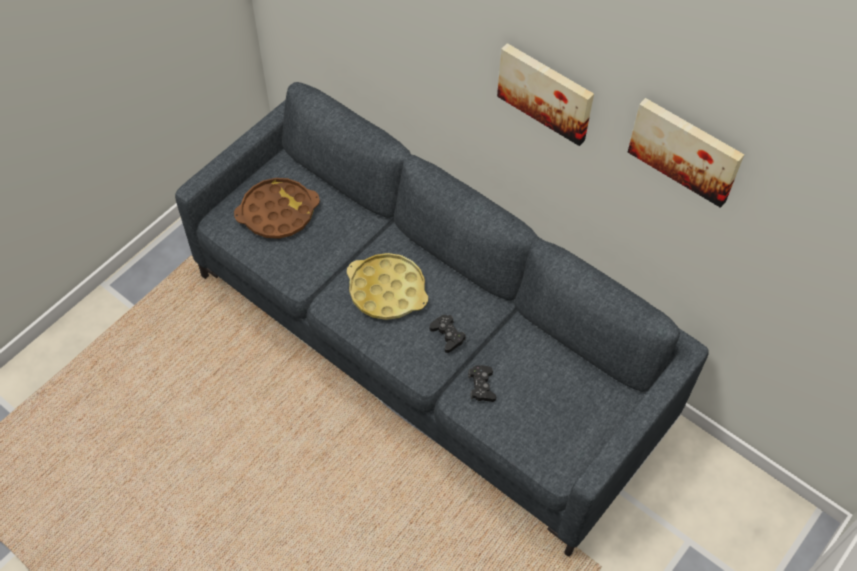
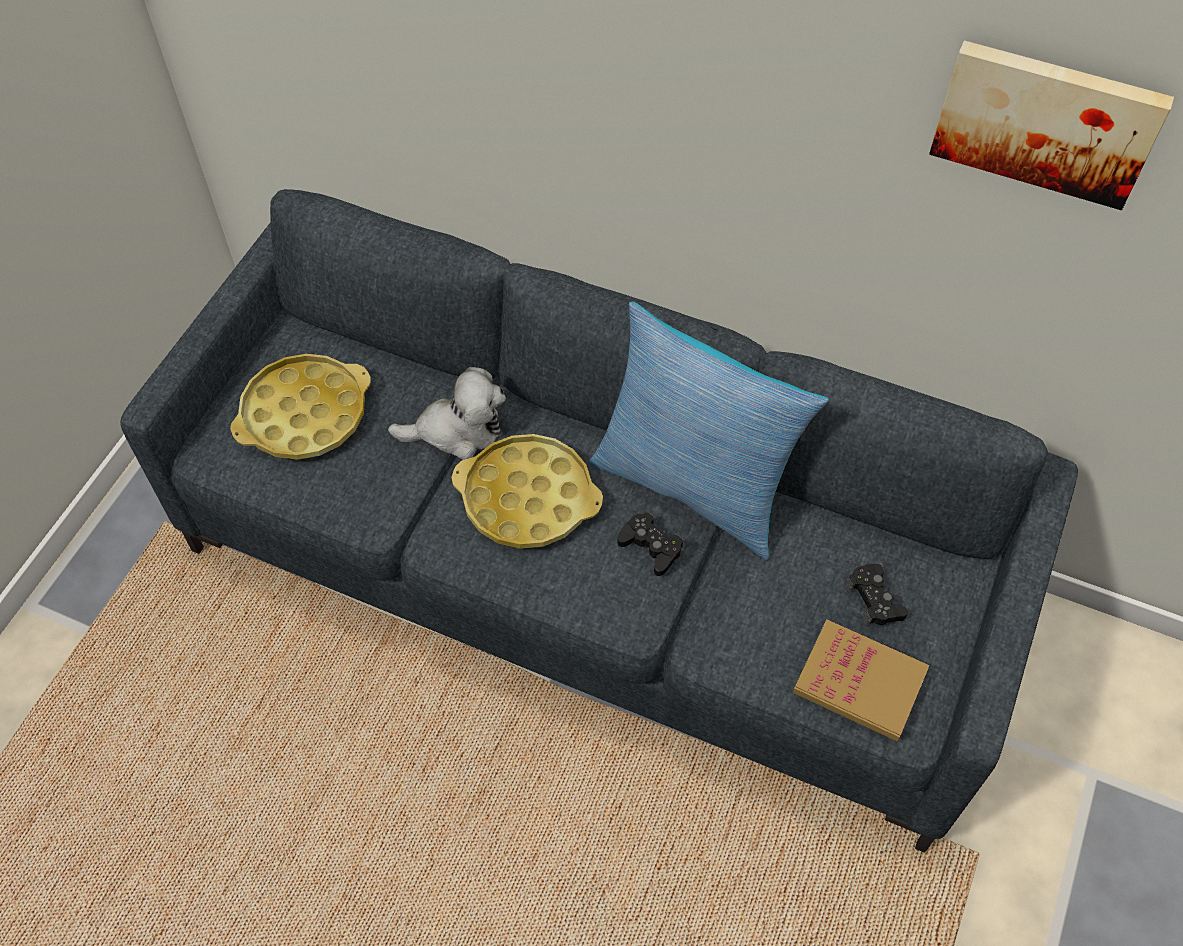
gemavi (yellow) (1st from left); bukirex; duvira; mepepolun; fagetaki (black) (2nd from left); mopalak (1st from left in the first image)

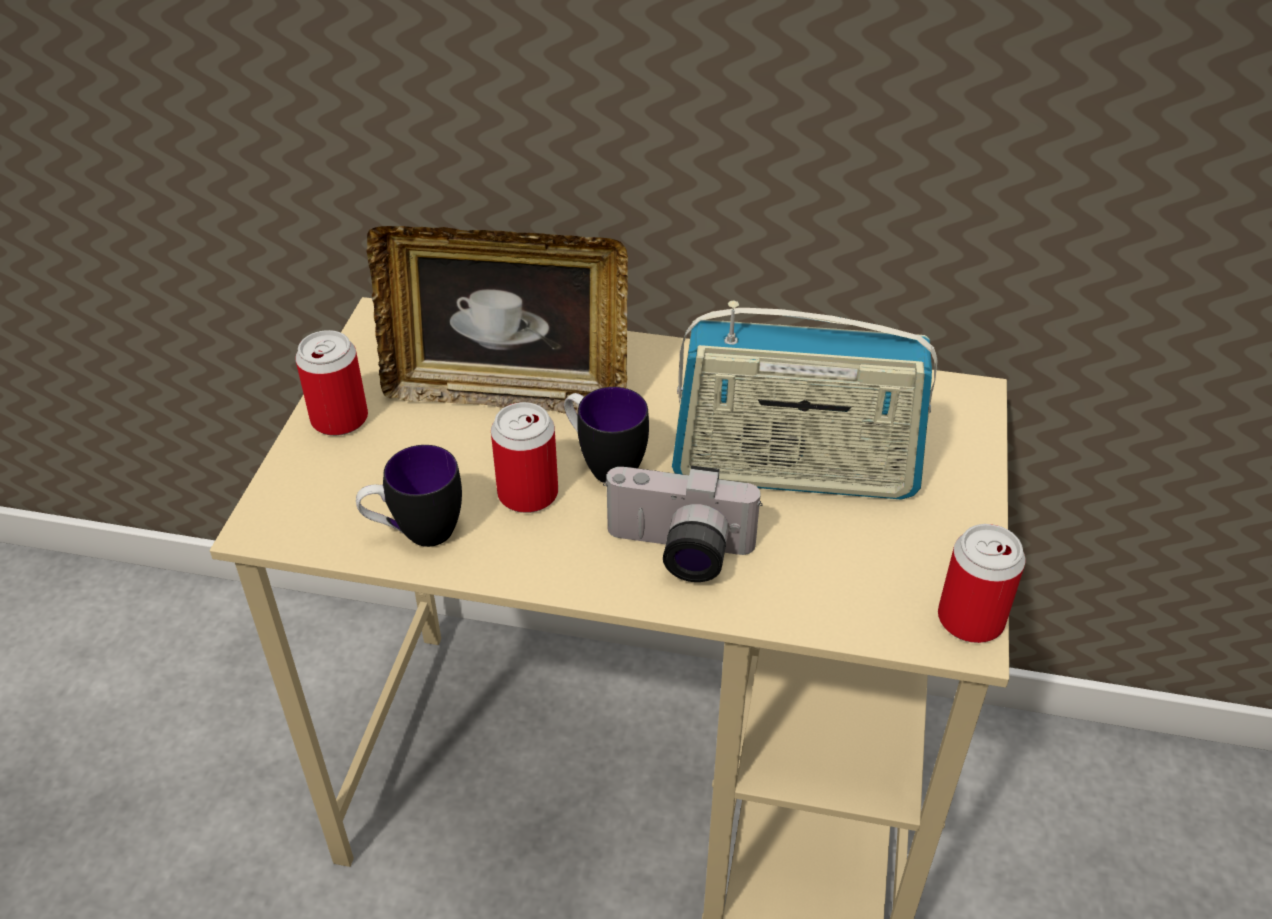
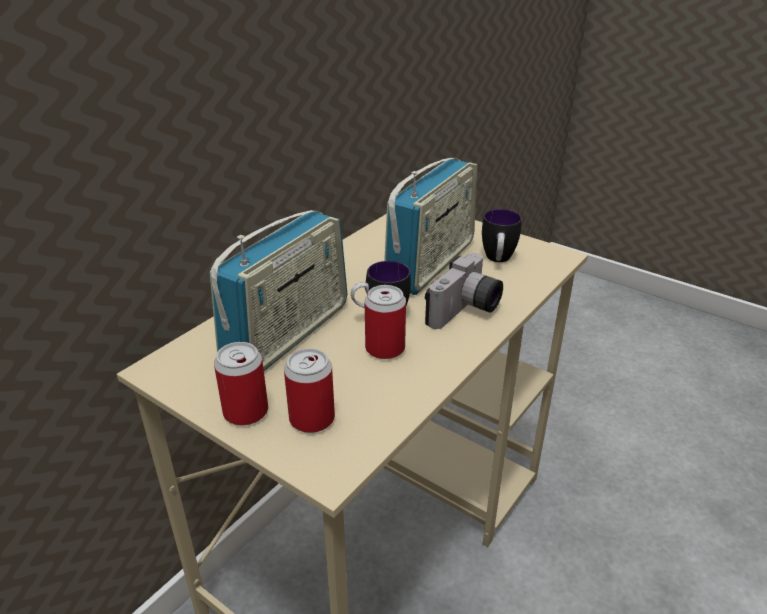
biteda (1st from left); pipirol (2nd from left); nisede (2nd from left)

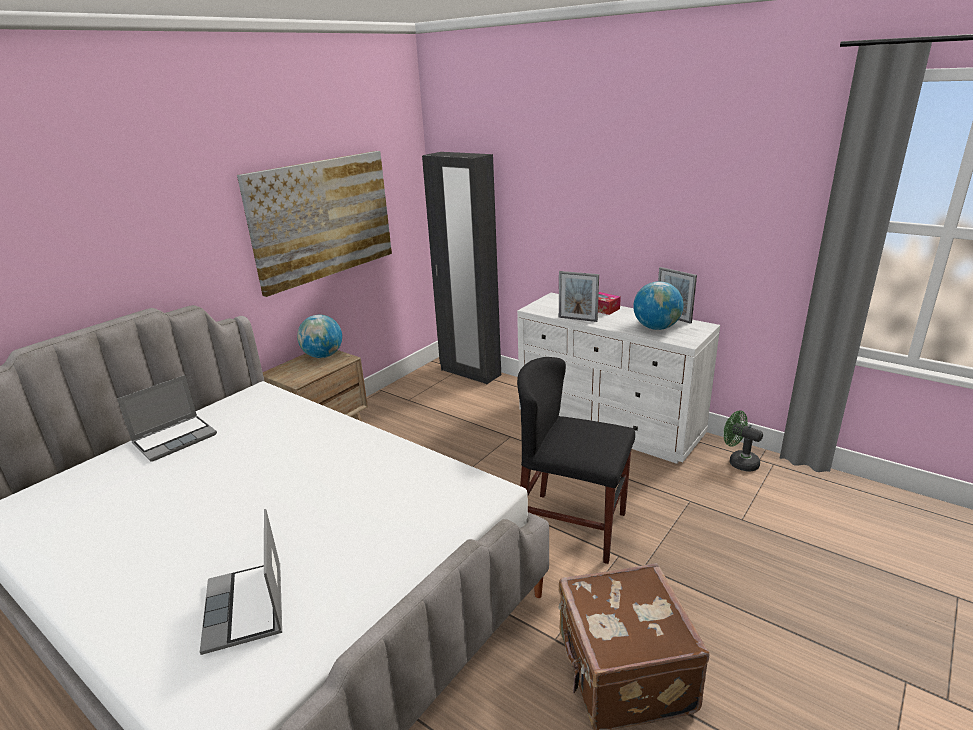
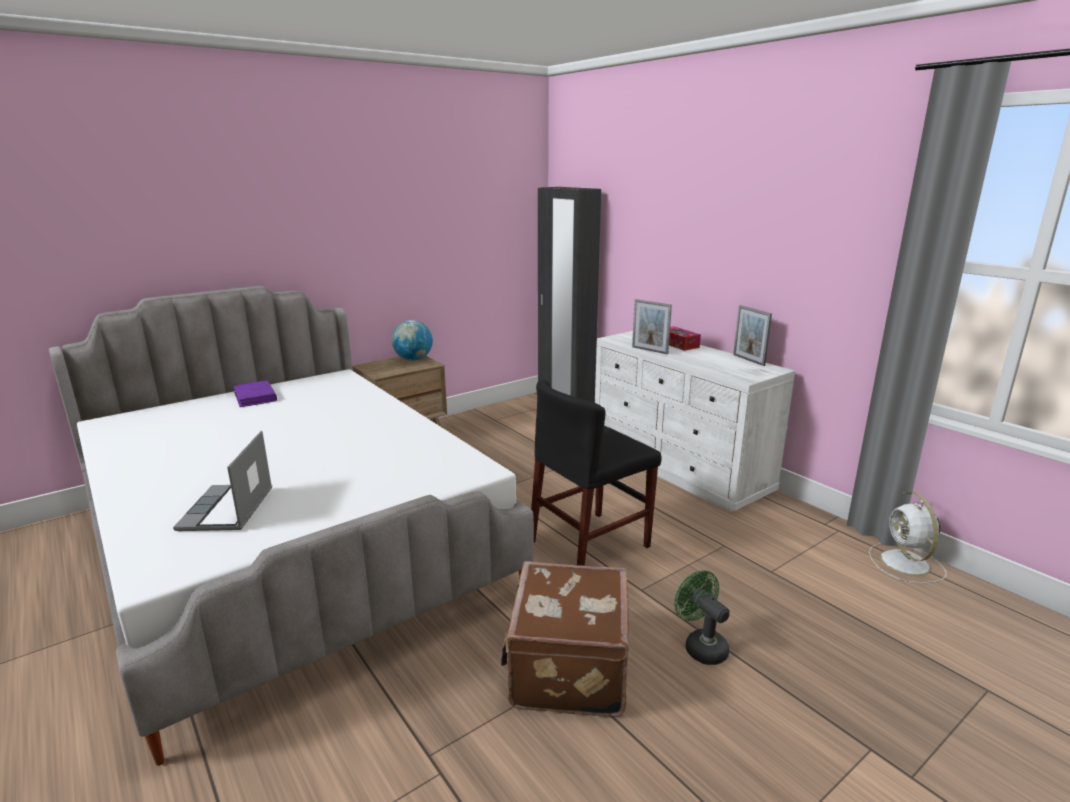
mepepolun (purple); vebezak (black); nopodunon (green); nopodunon (white); mopalak; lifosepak (2nd from left in the first image)

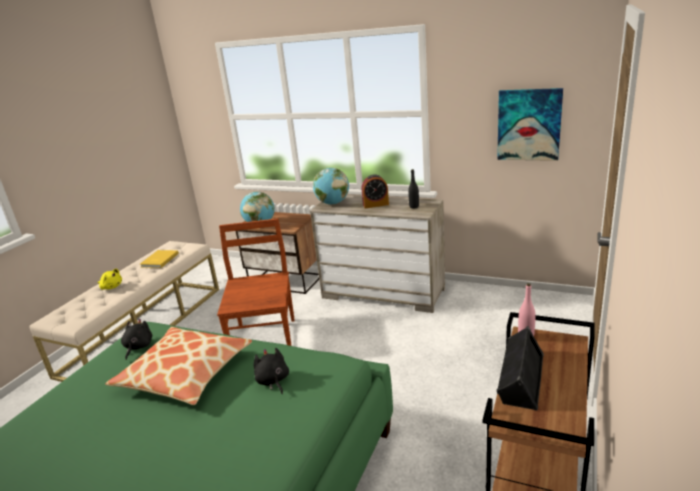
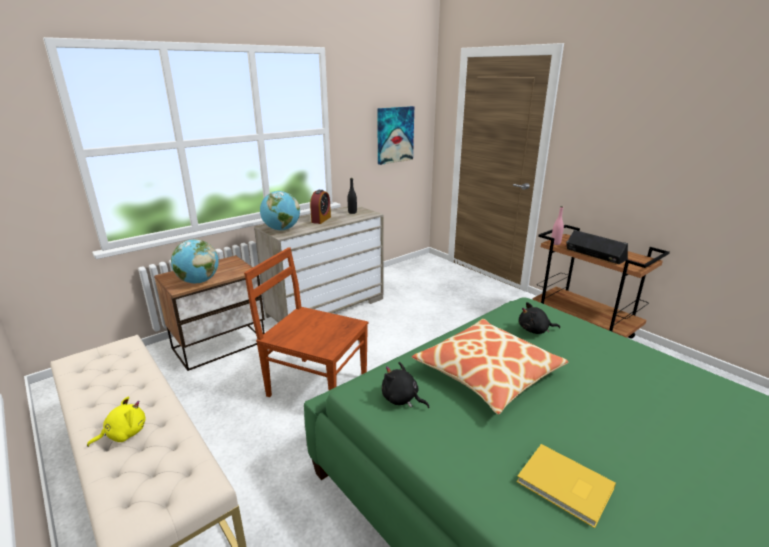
mepepolun (yellow)

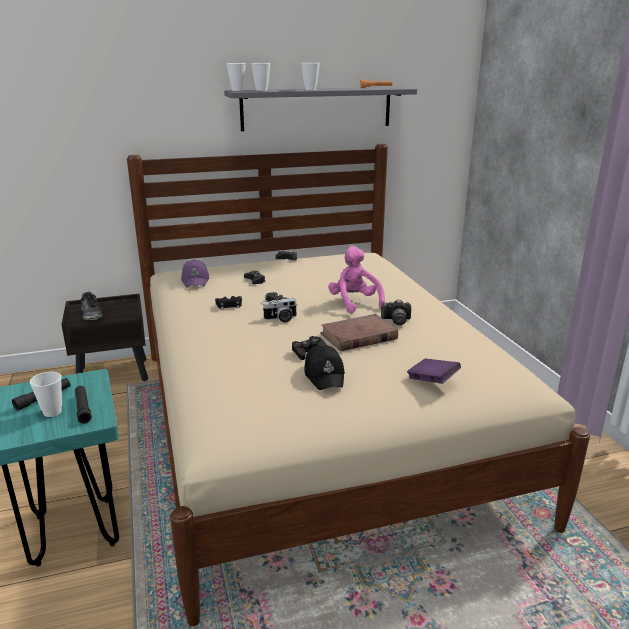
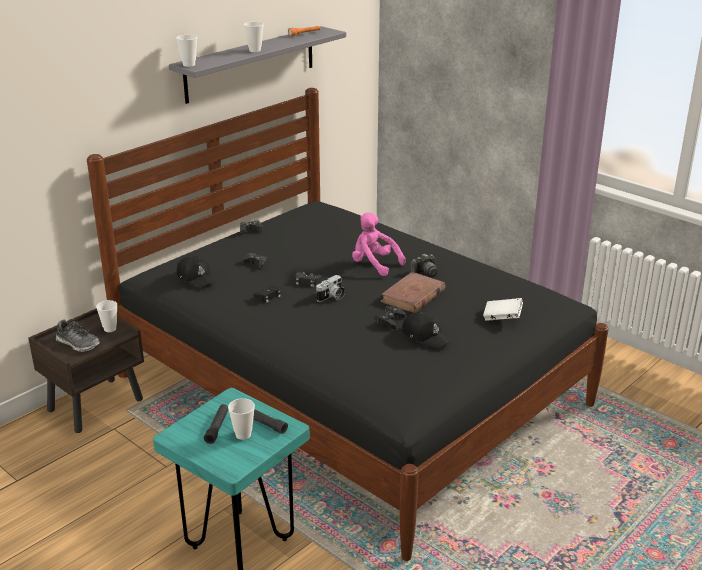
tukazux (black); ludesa (1st from left); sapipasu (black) (1st from left); mepepolun (white)

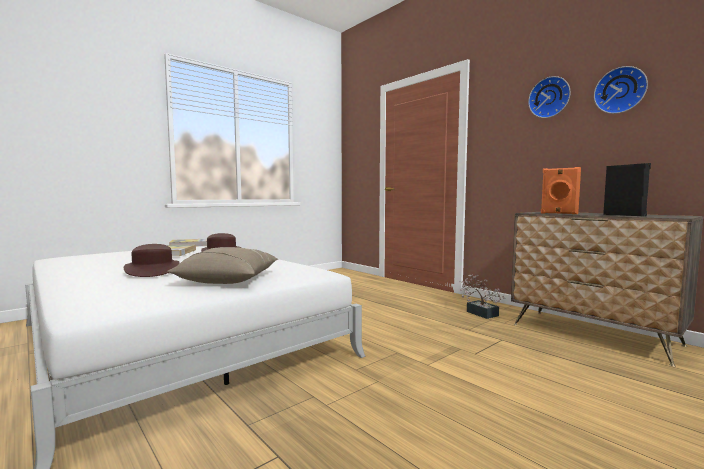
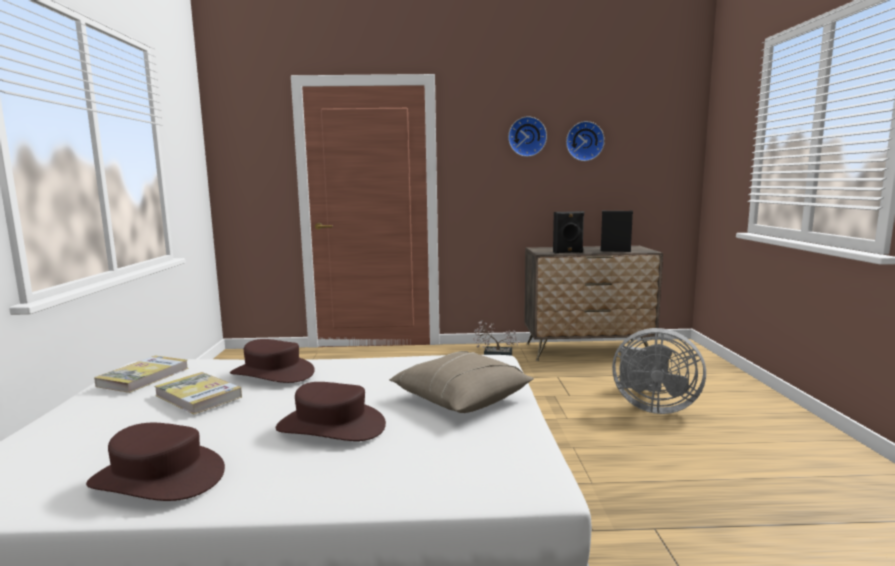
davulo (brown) (1st from left); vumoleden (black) (1st from left); nopodunon (grey)

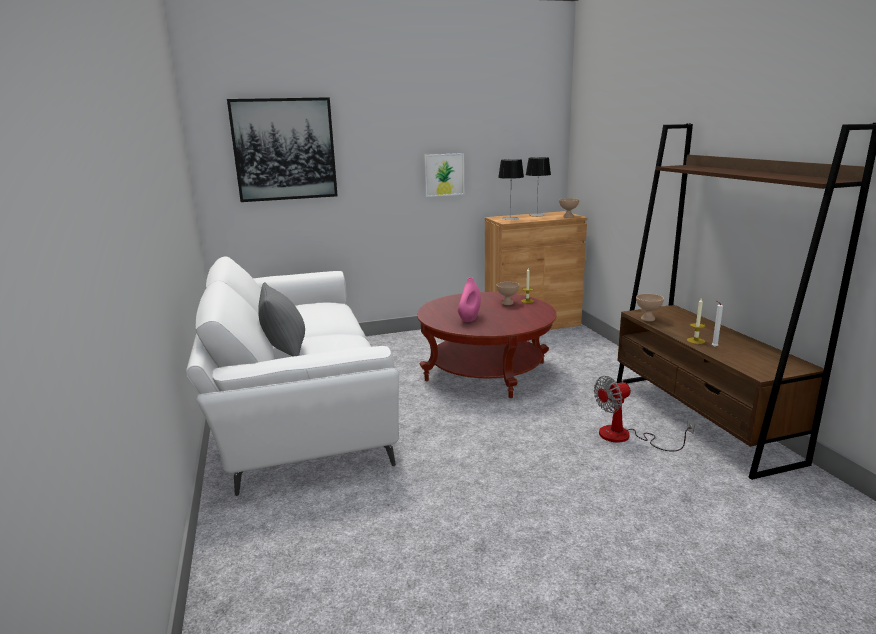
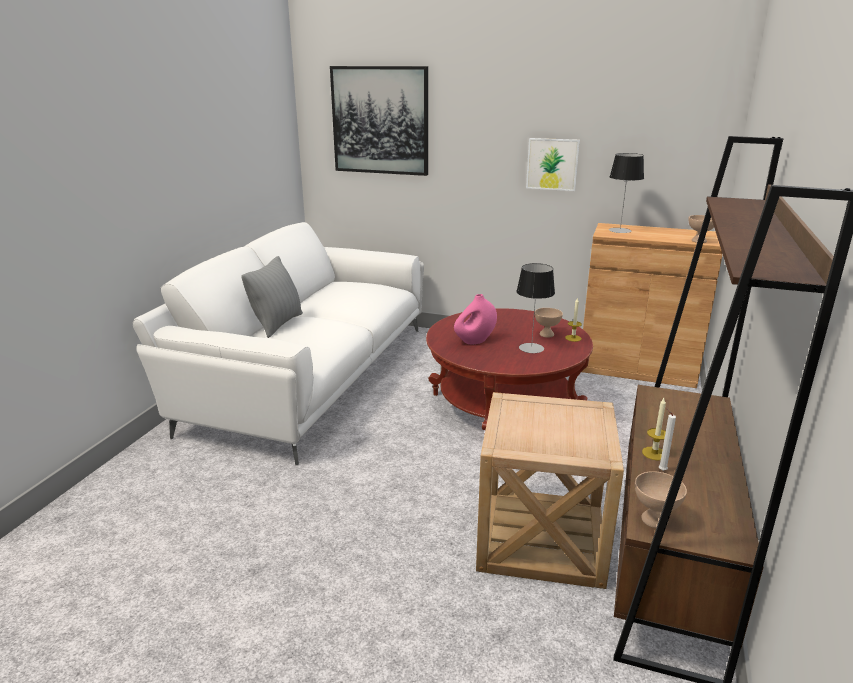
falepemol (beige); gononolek (1st from left); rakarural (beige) (2nd from left)

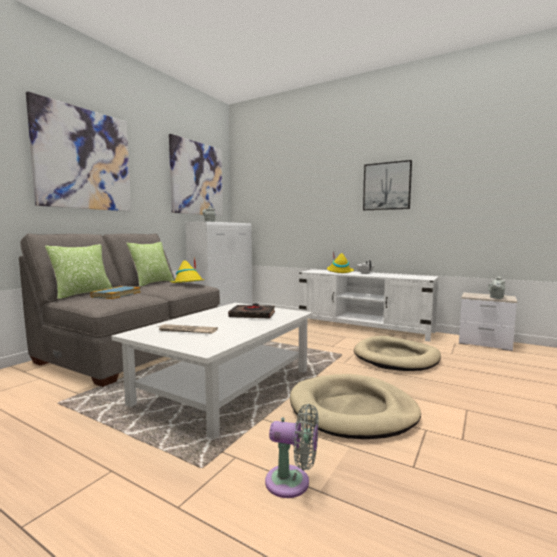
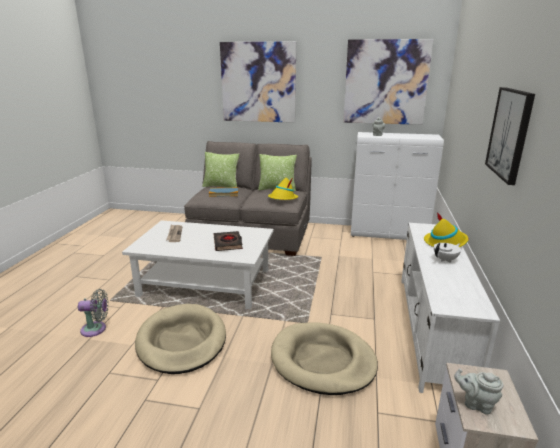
nopodunon (grey)

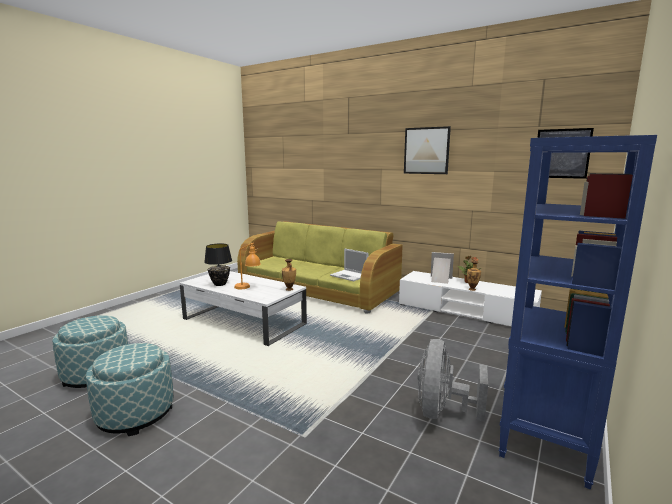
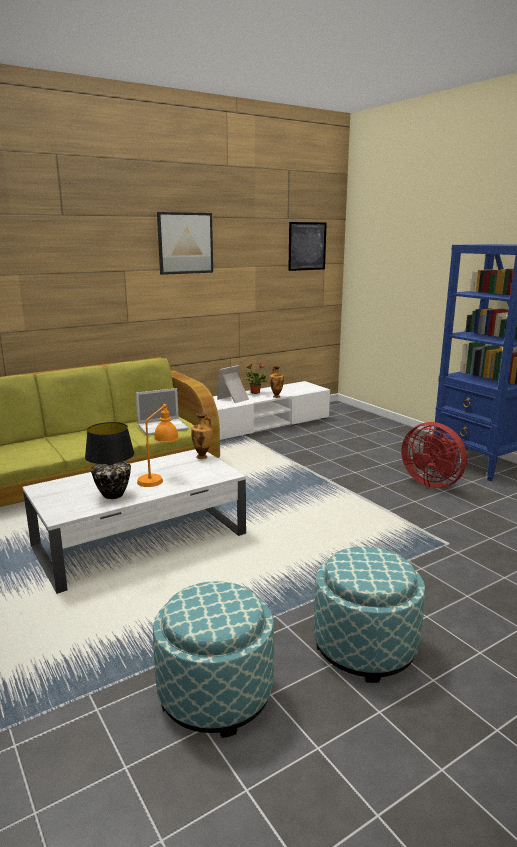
nopodunon (red)

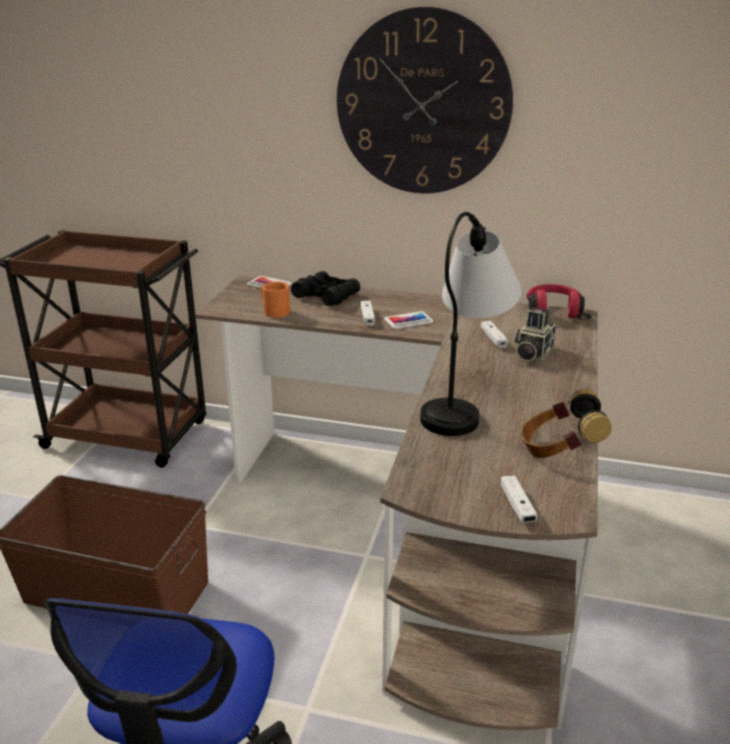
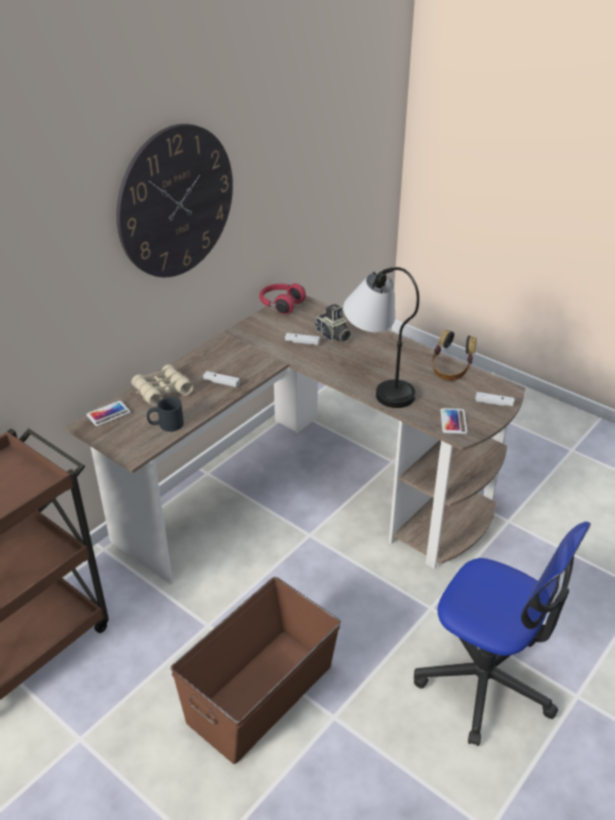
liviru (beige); nisede (black); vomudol (2nd from left)

